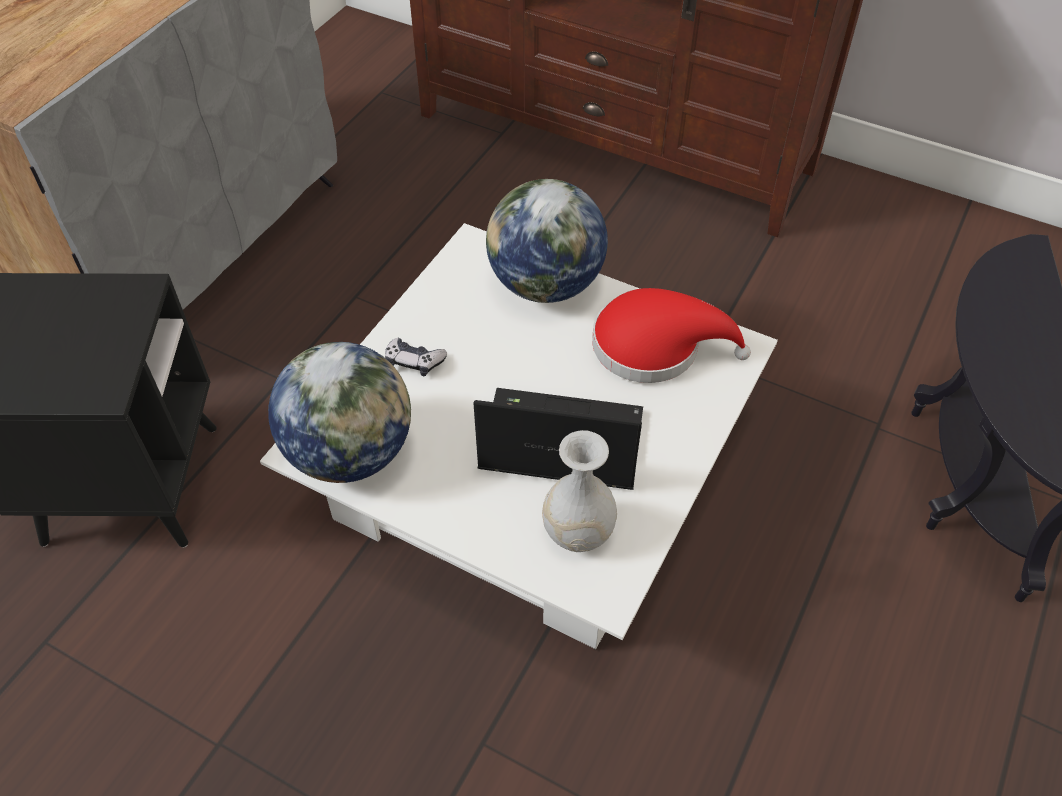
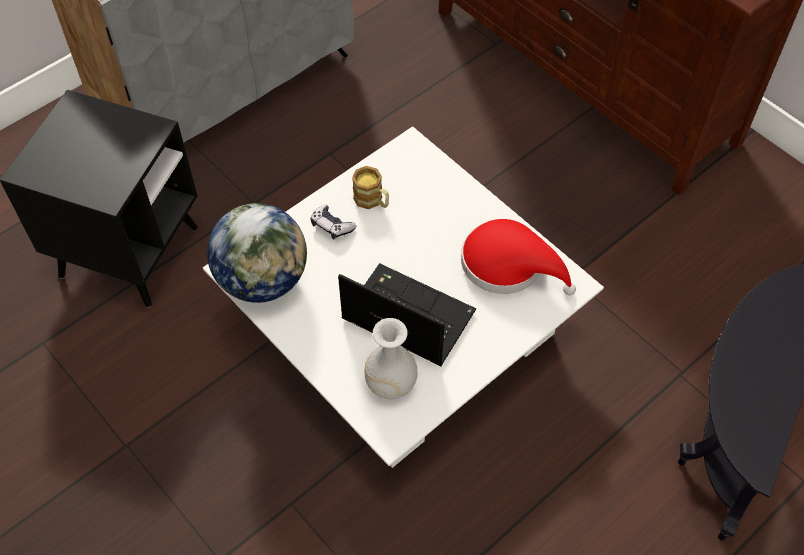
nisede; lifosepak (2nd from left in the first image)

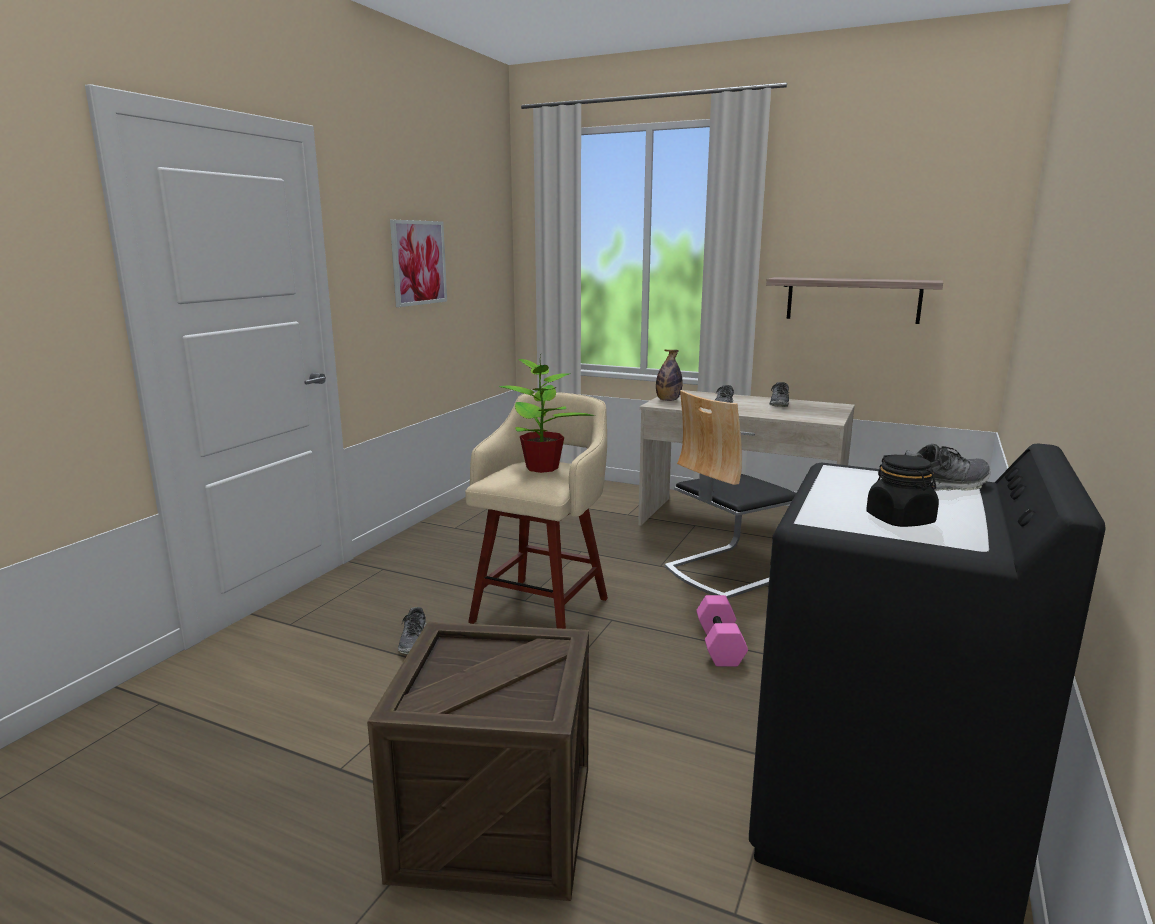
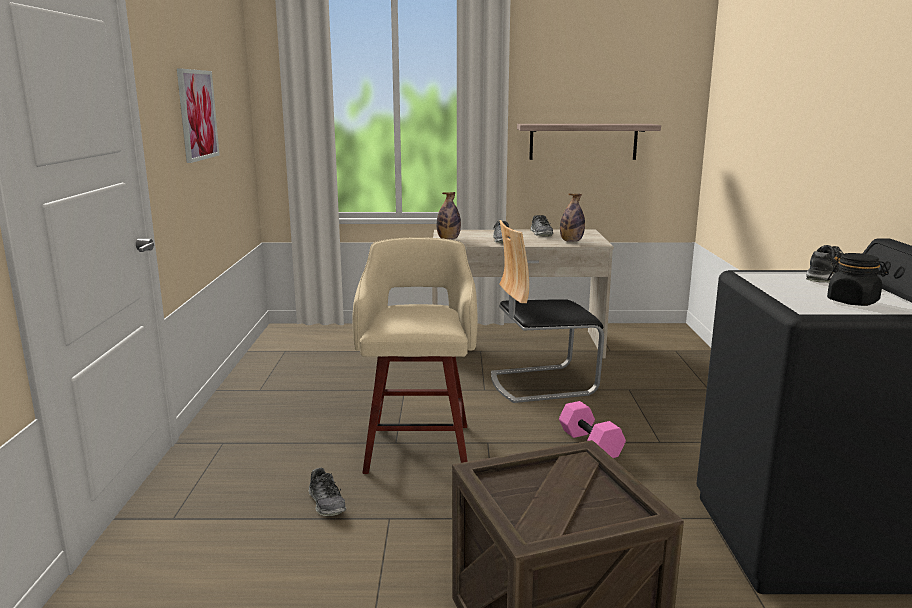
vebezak; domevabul (2nd from left); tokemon

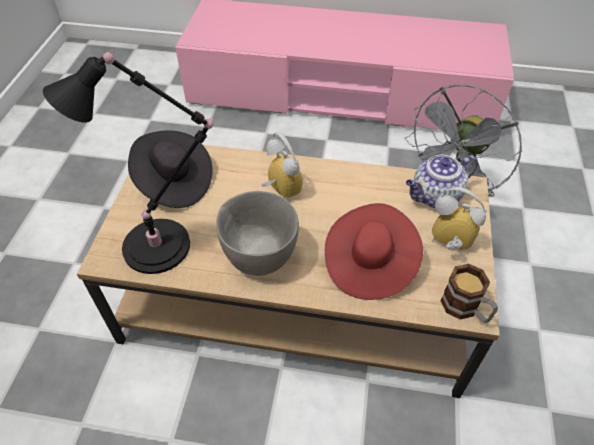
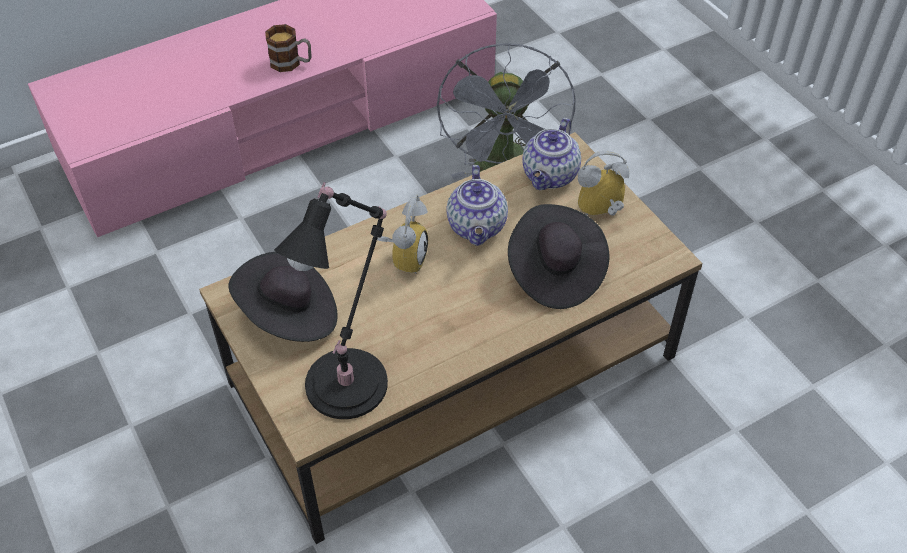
nisede; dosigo (1st from left); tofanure (1st from left); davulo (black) (2nd from left); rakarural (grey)

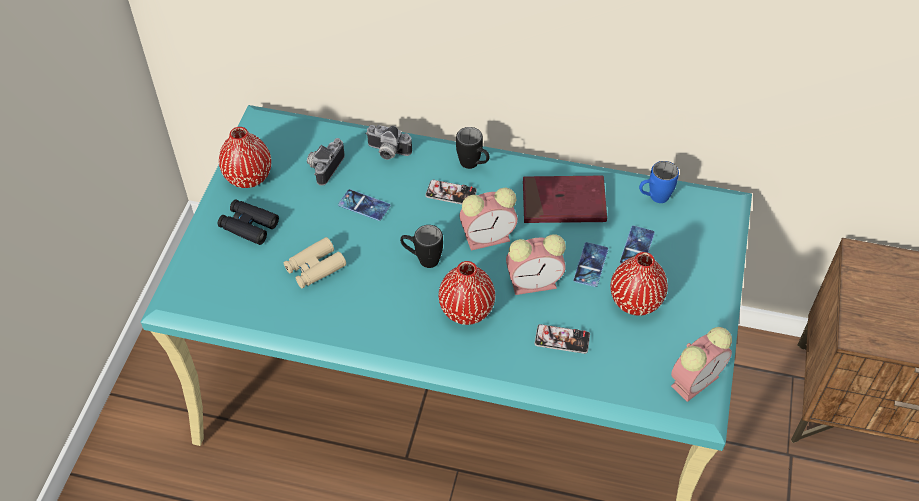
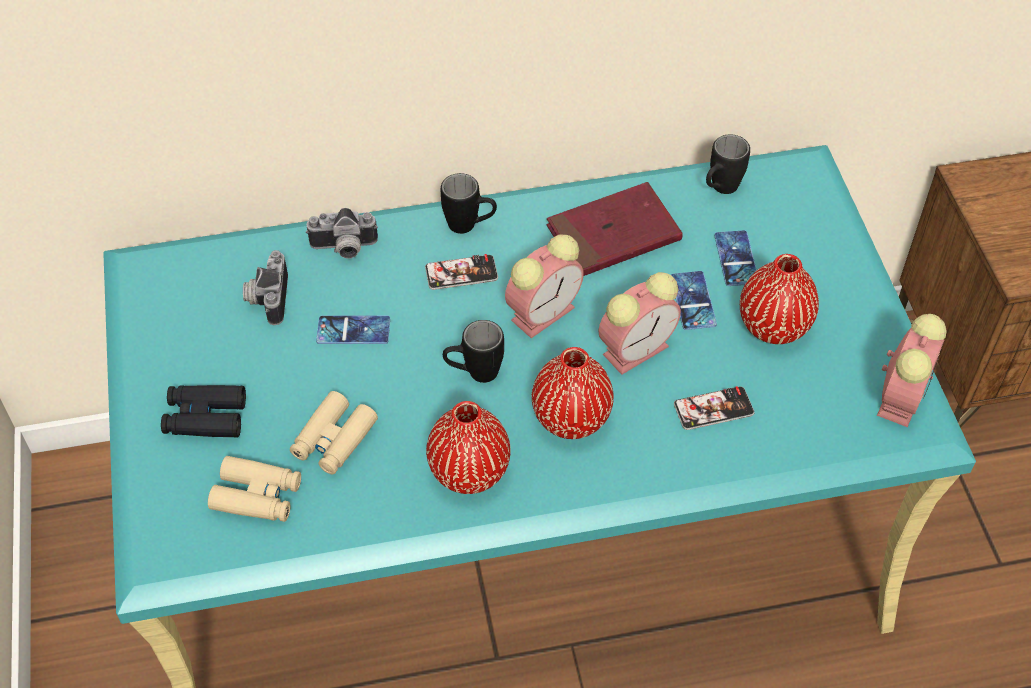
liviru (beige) (1st from left); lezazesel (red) (1st from left); nisede (black) (3rd from left)

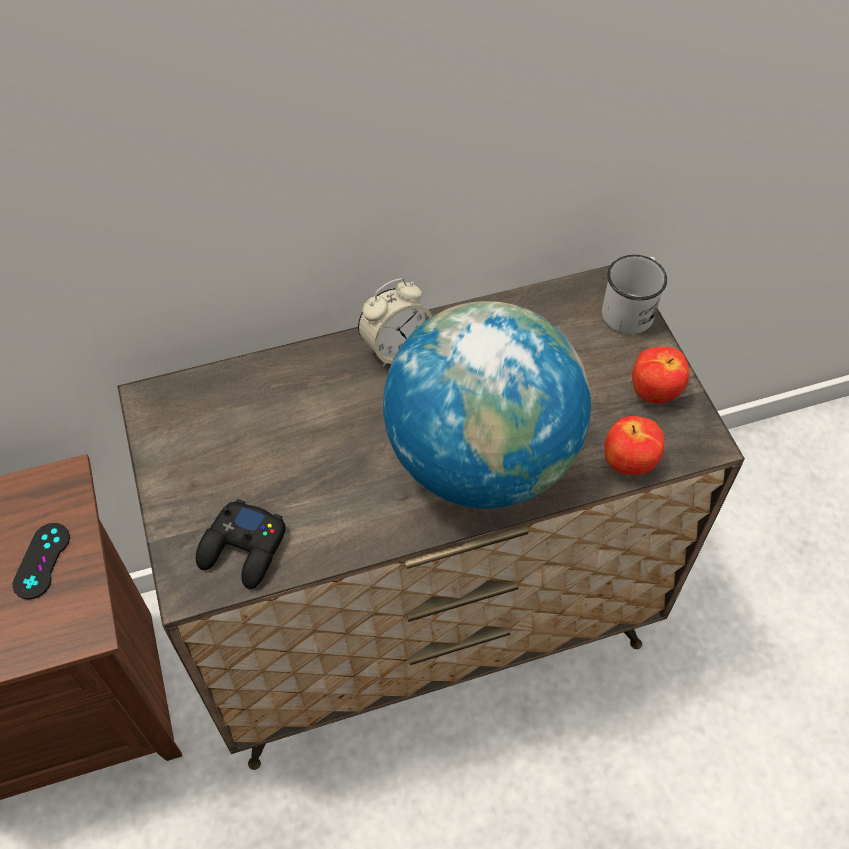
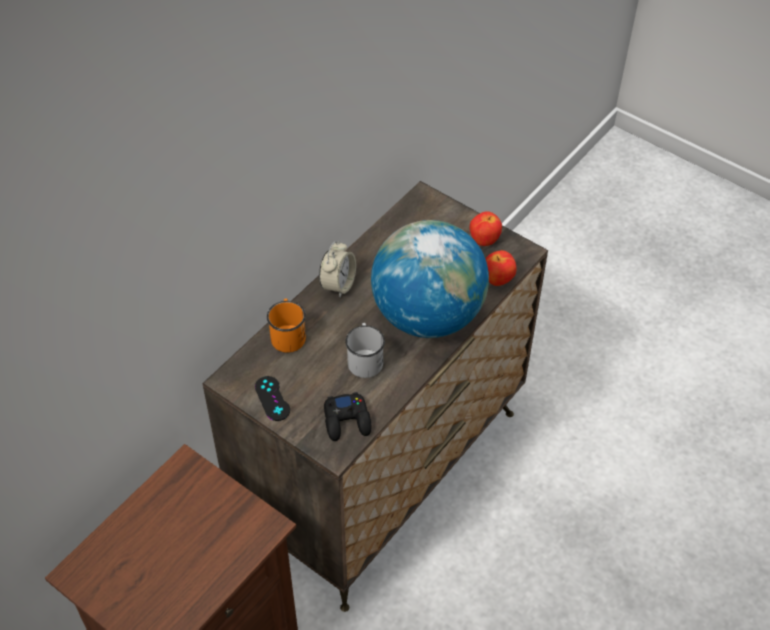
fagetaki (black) (1st from left); nisede (orange); nisede (white)

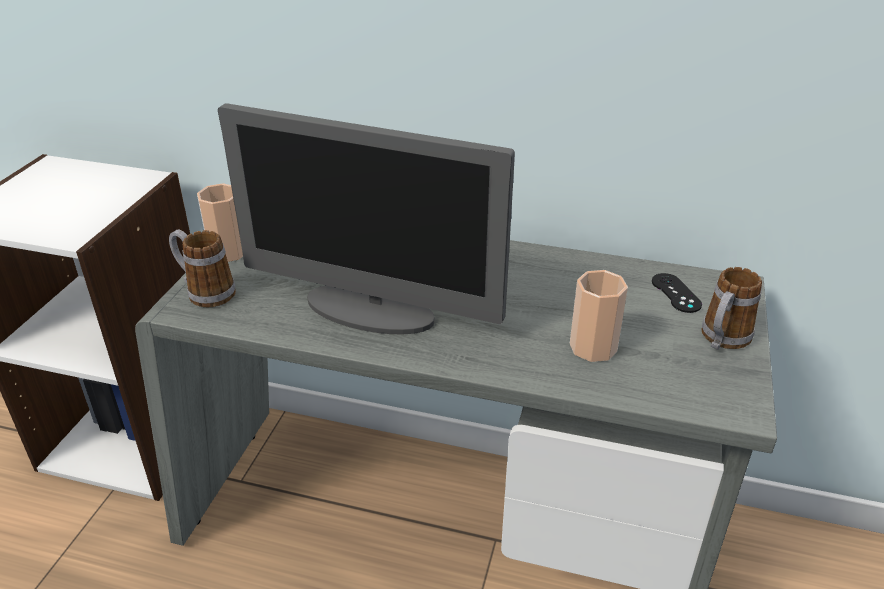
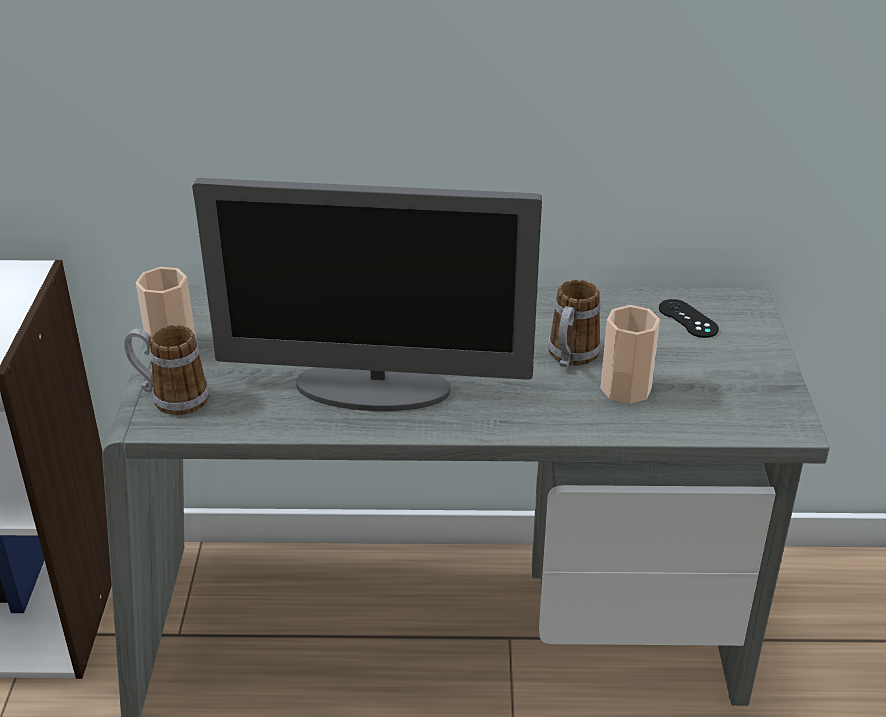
nisede (2nd from left)

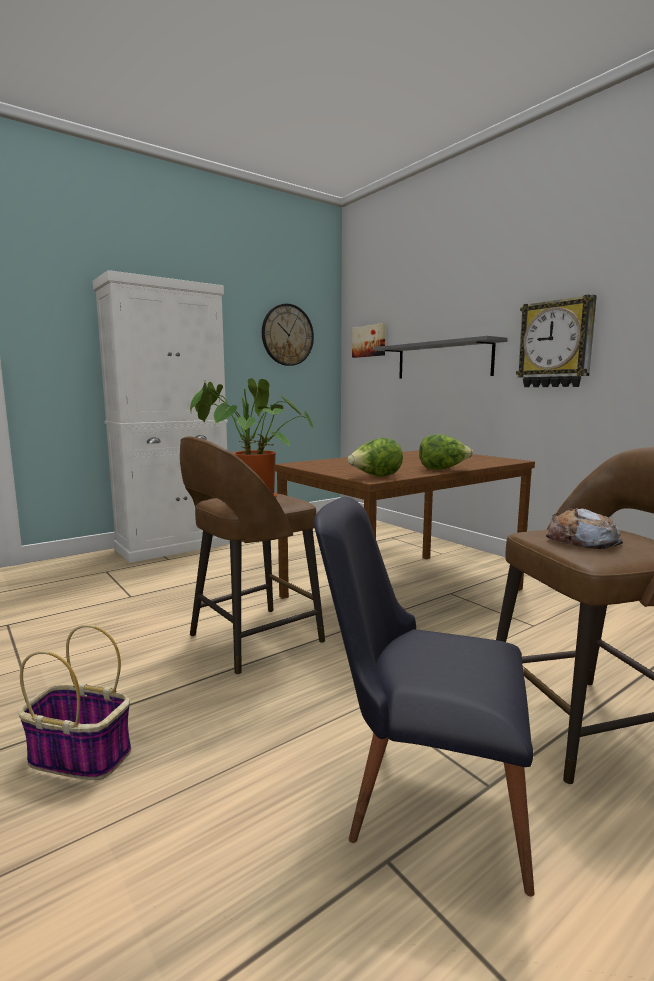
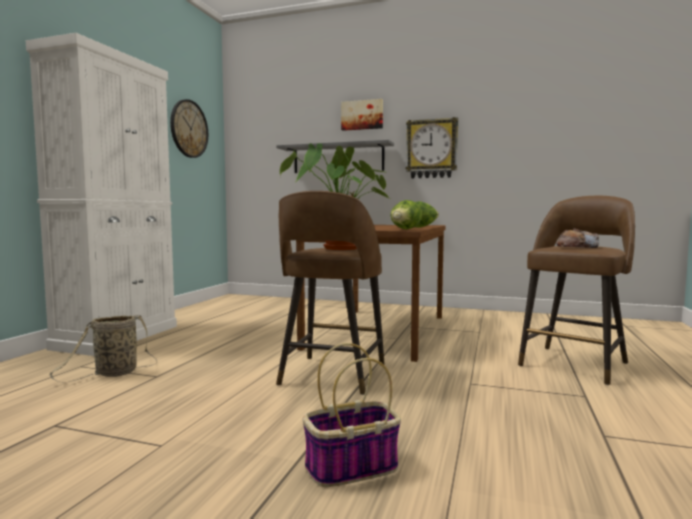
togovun (1st from left); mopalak; vebezak (black)

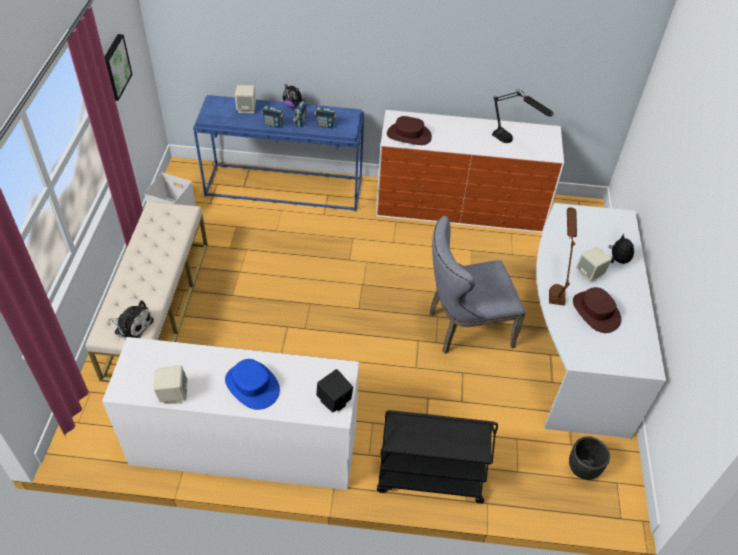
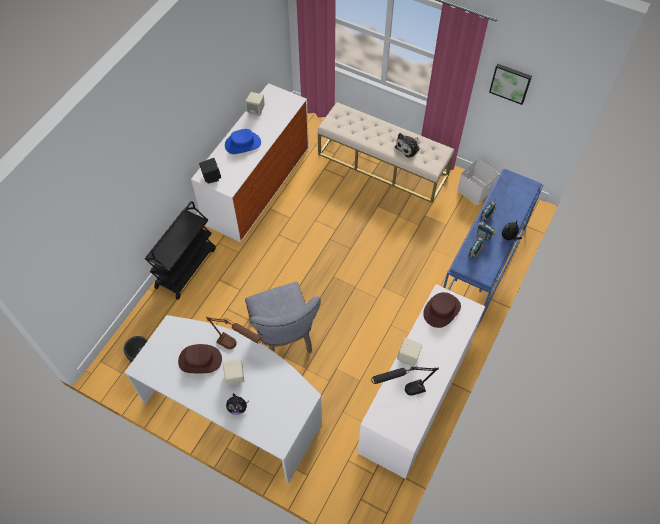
vebezak (grey); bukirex (2nd from left); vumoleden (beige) (3rd from left)

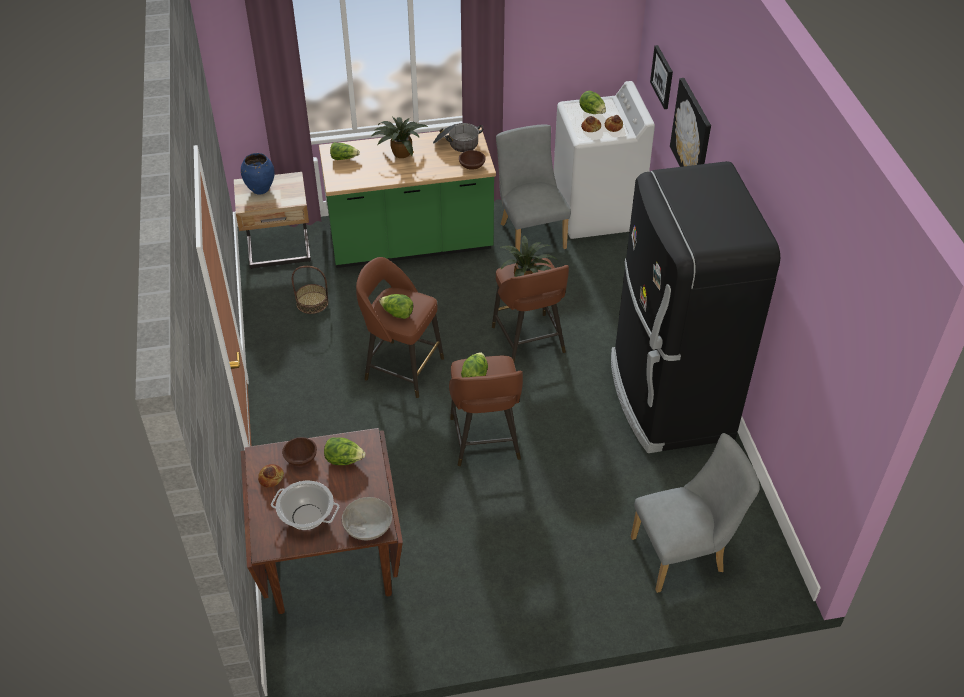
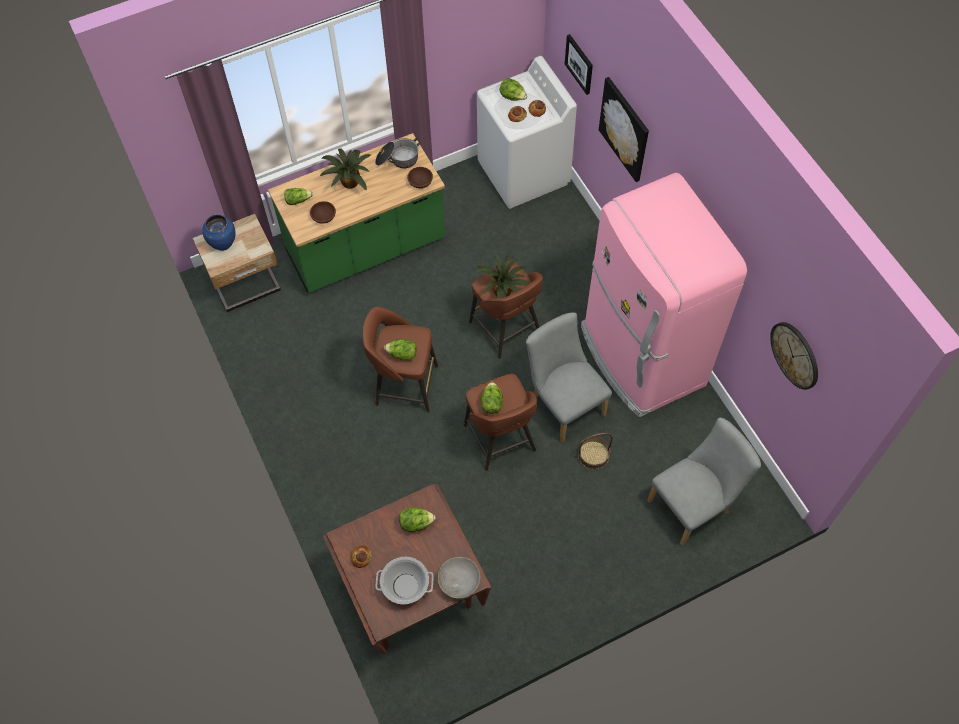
rakarural (brown) (1st from left); vebezak (grey) (1st from left); togovun; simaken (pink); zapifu

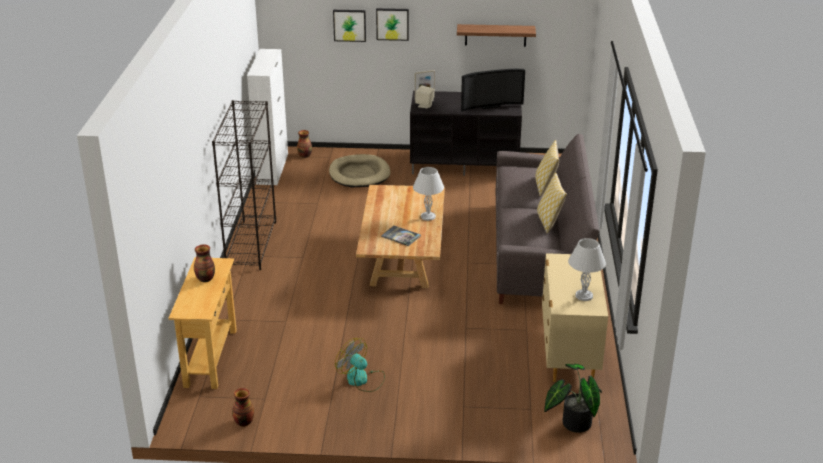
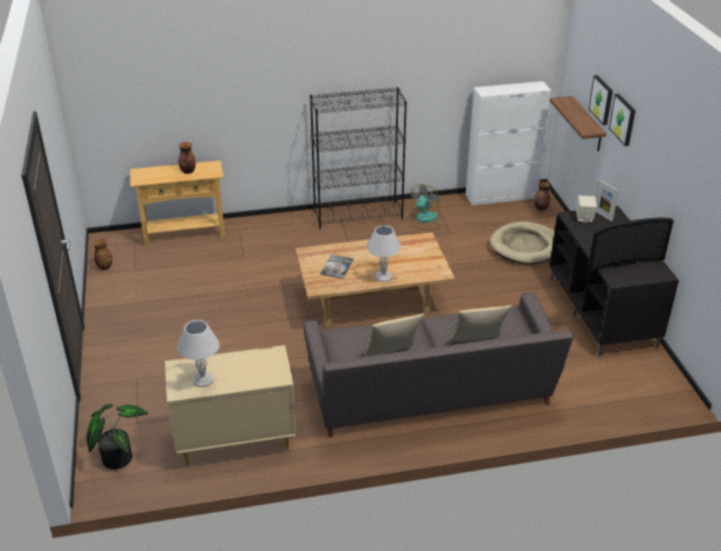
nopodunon; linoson; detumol

